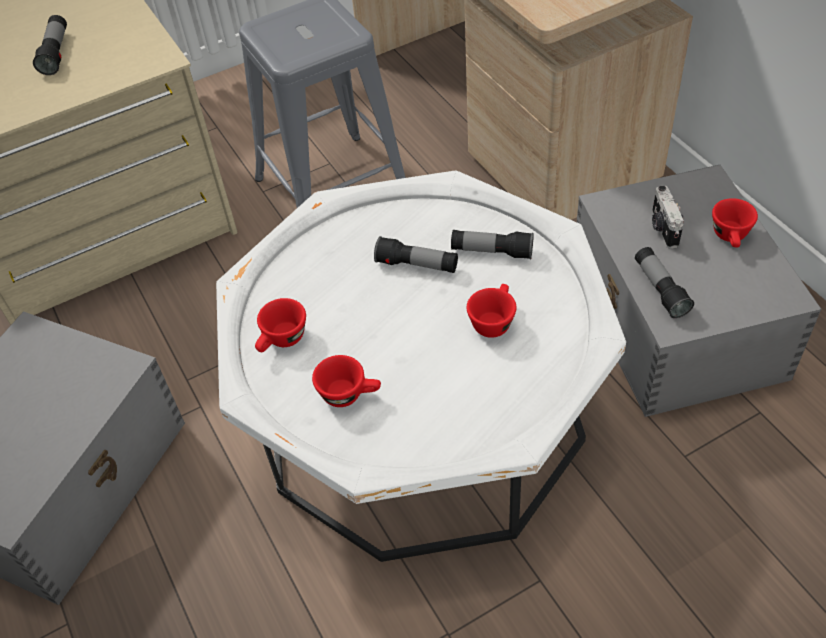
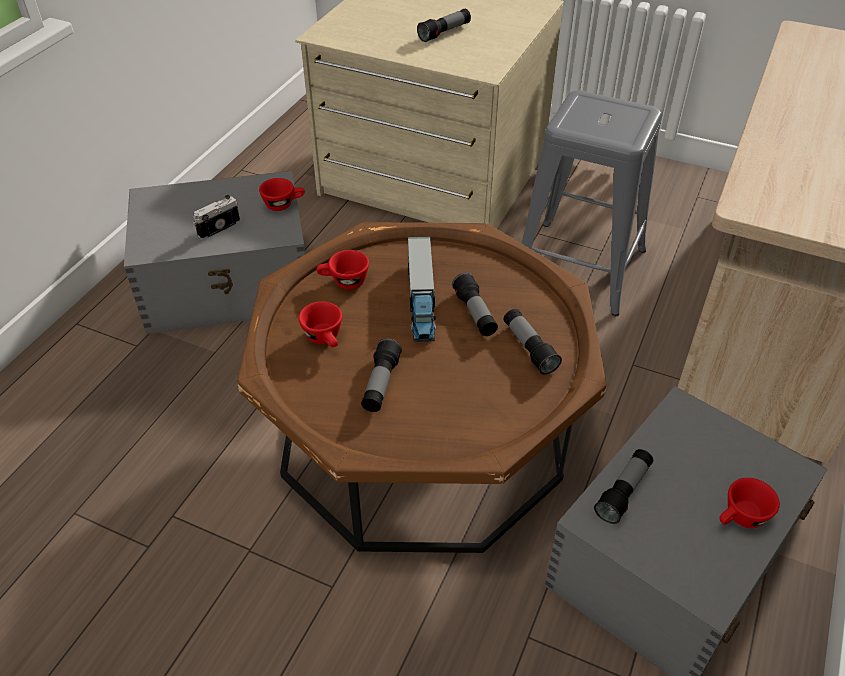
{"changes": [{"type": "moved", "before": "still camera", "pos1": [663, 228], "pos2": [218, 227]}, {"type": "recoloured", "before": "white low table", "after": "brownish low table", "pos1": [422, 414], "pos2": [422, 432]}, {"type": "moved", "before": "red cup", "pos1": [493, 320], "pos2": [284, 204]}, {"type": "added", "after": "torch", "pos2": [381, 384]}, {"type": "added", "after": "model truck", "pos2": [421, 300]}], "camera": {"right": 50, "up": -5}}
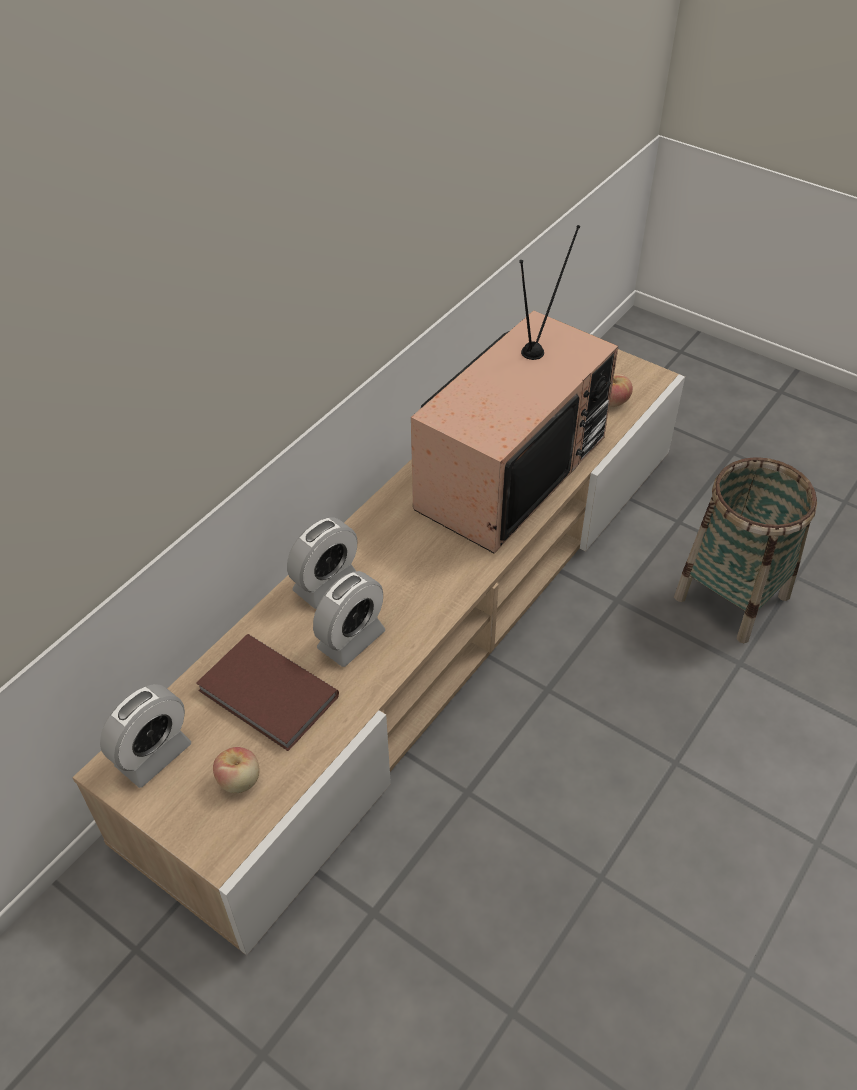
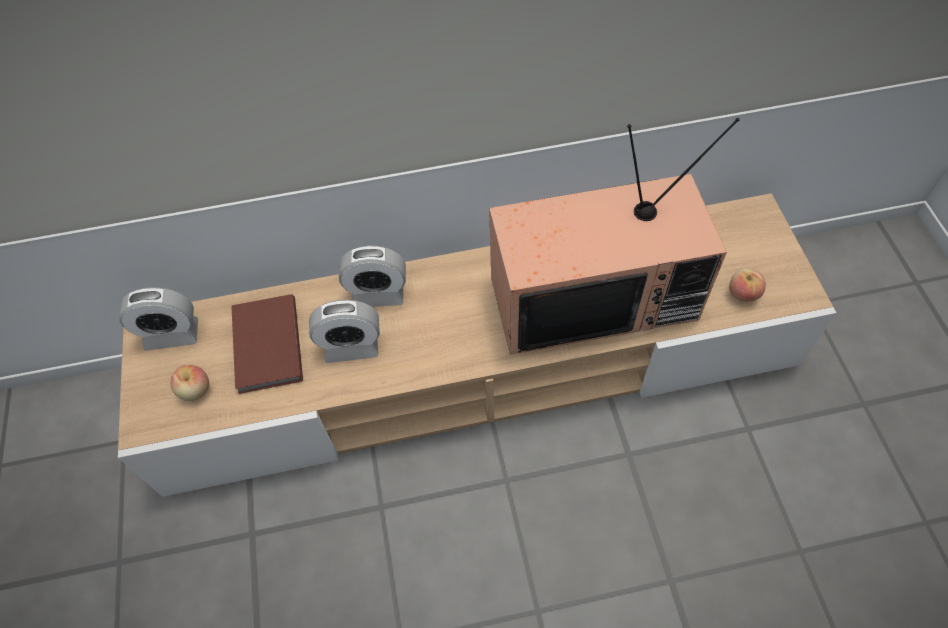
{"changes": [{"type": "removed", "before": "household basket", "pos1": [732, 597]}], "camera": {"right": 45, "up": 10}}
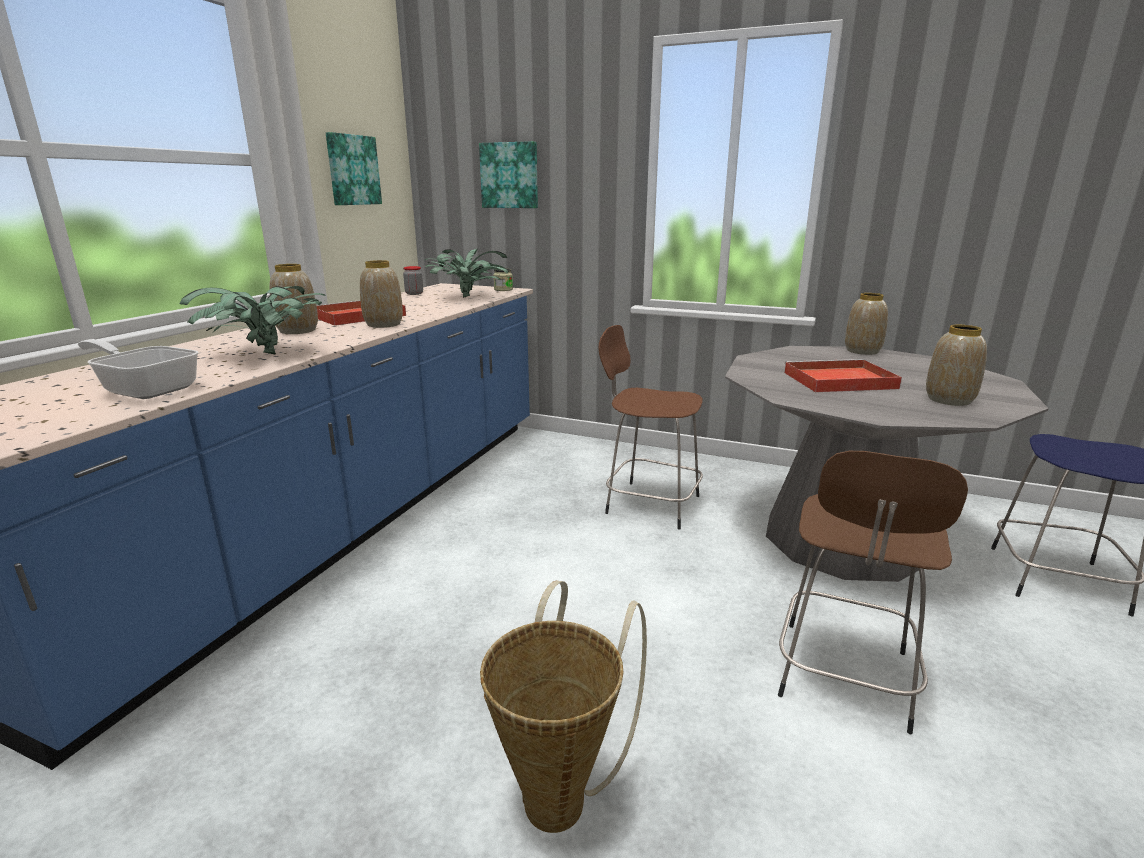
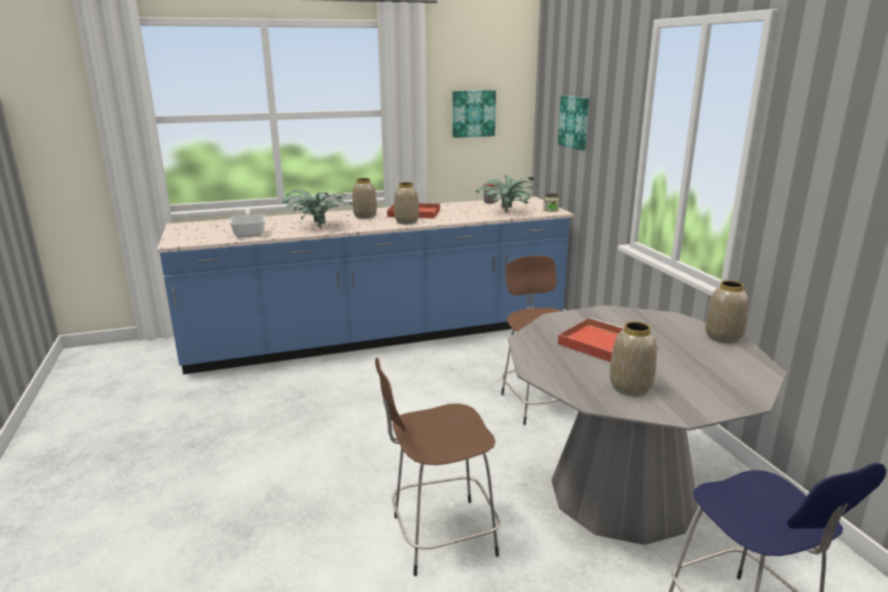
{"changes": [{"type": "removed", "before": "household basket", "pos1": [562, 794]}], "camera": {"right": 50, "up": 0}}
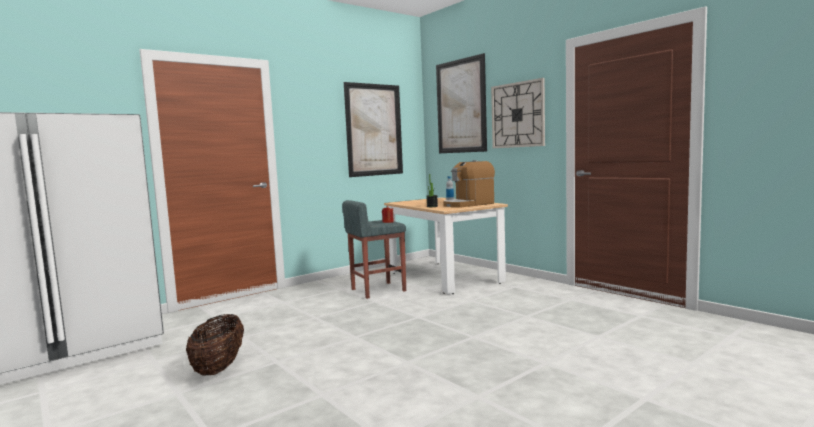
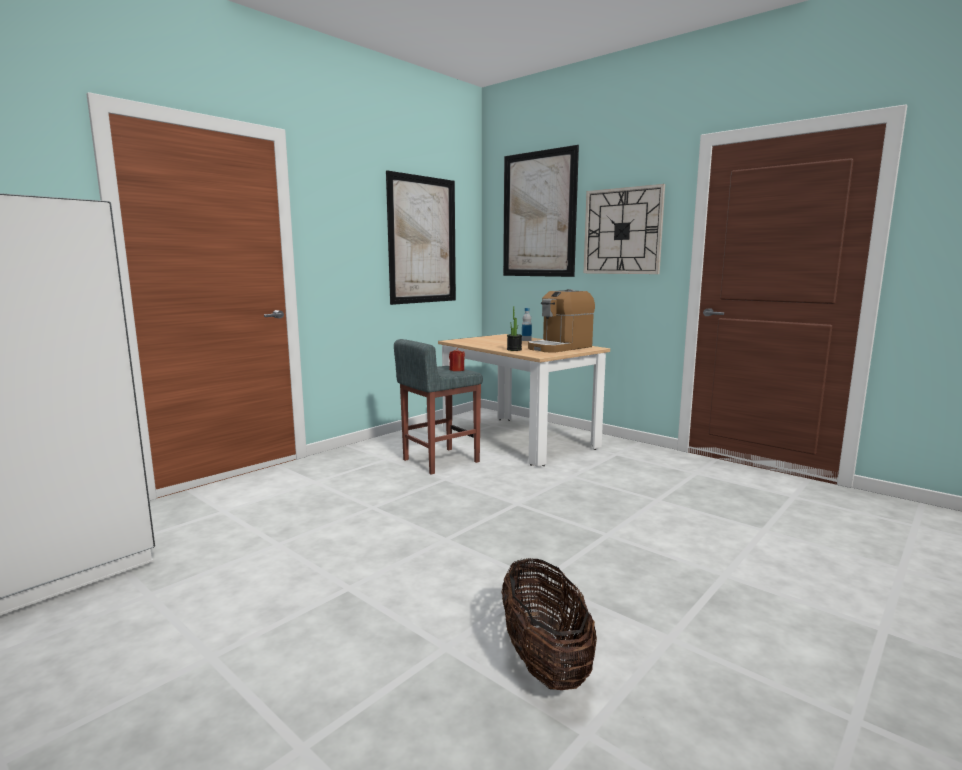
{"changes": [{"type": "moved", "before": "household basket", "pos1": [219, 368], "pos2": [544, 661]}], "camera": {"right": -10, "up": 5}}
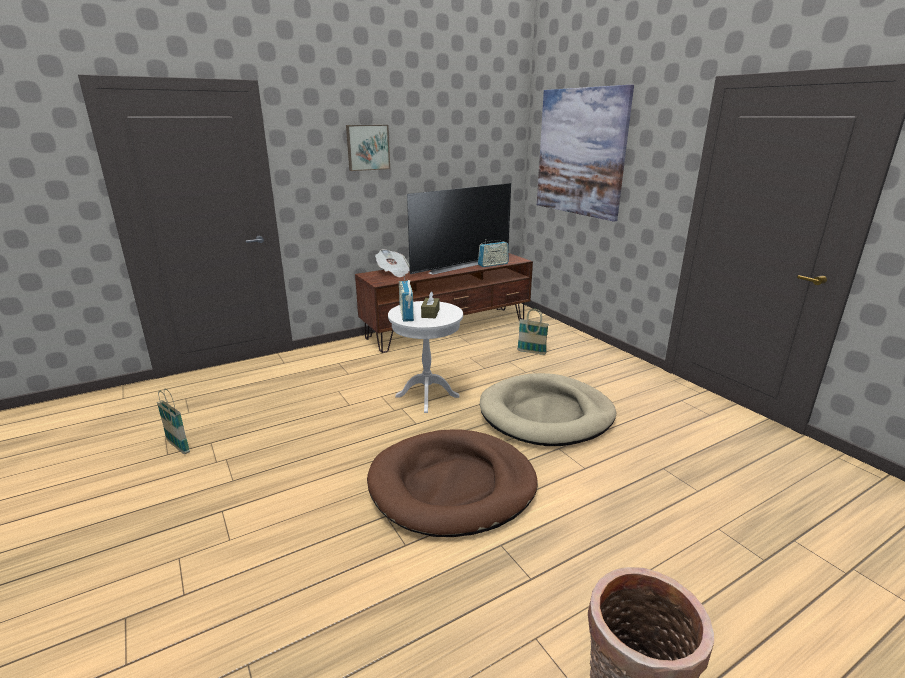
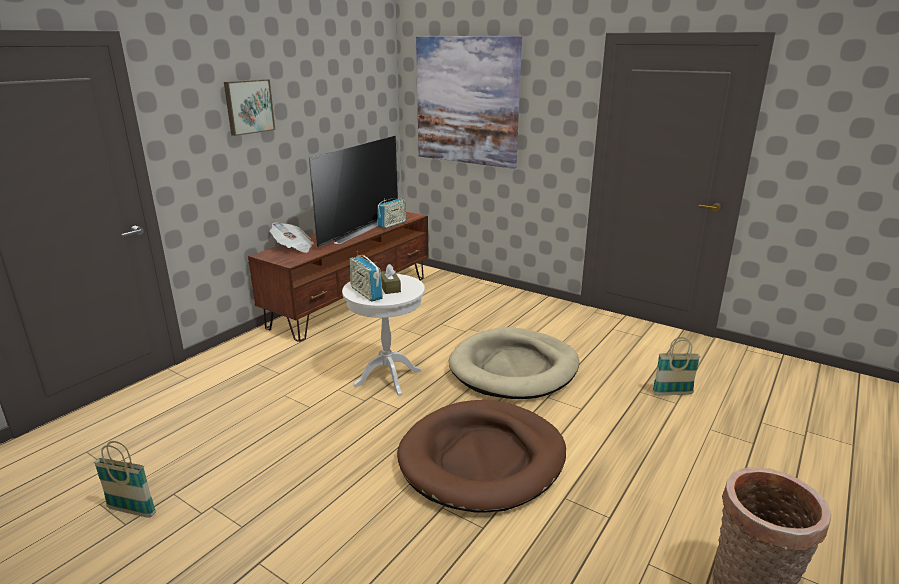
{"changes": [{"type": "moved", "before": "household basket", "pos1": [531, 352], "pos2": [672, 393]}], "camera": {"right": -25, "up": 0}}
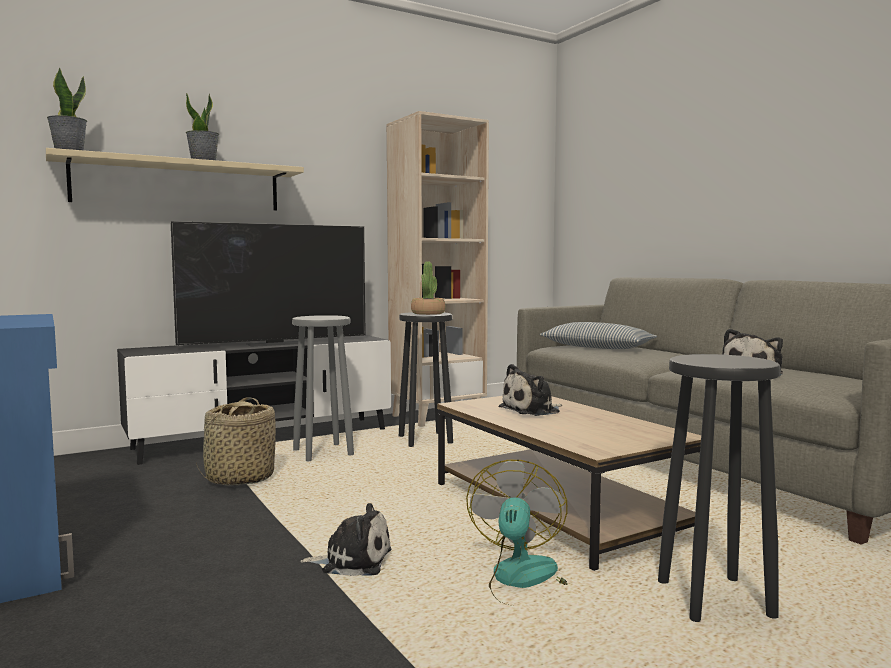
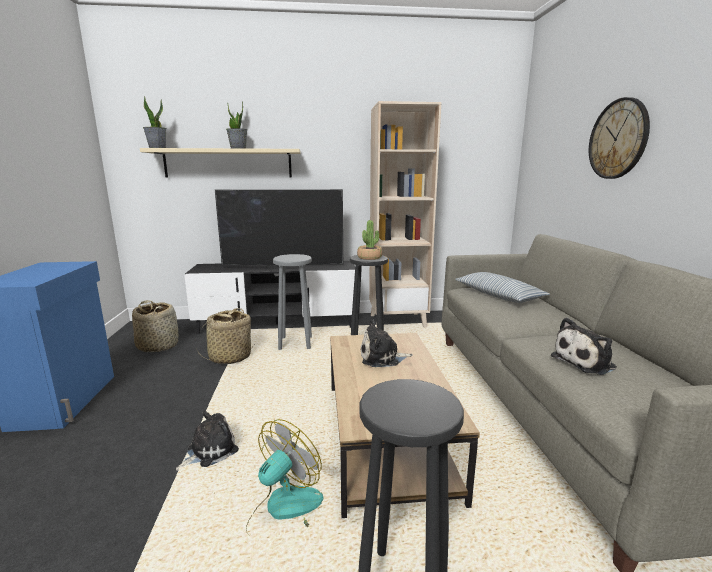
{"changes": [{"type": "added", "after": "household basket", "pos2": [158, 345]}, {"type": "turned", "before": "cuddly toy", "pos1": [352, 561], "pos2": [209, 451], "turn": -75}, {"type": "added", "after": "hanging clock", "pos2": [618, 139]}], "camera": {"right": 25, "up": 10}}
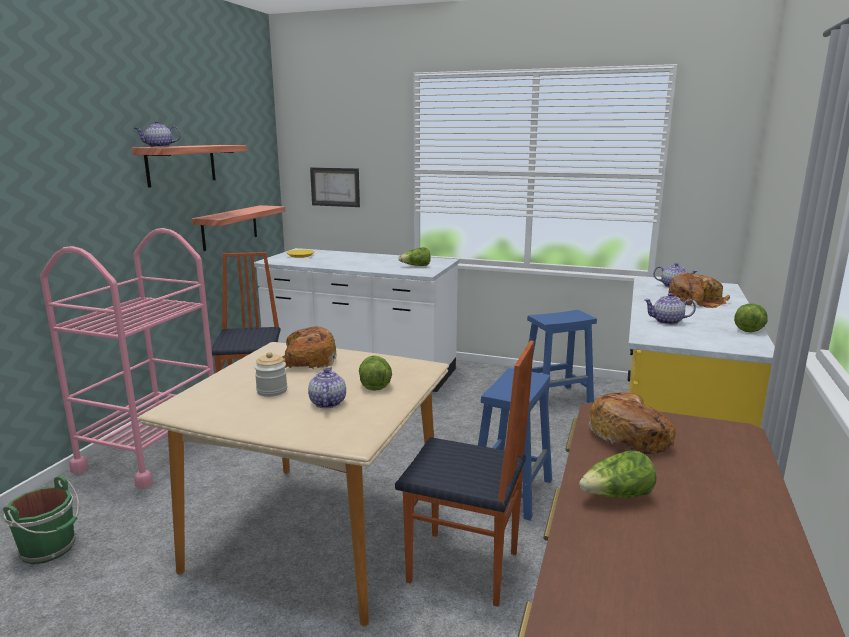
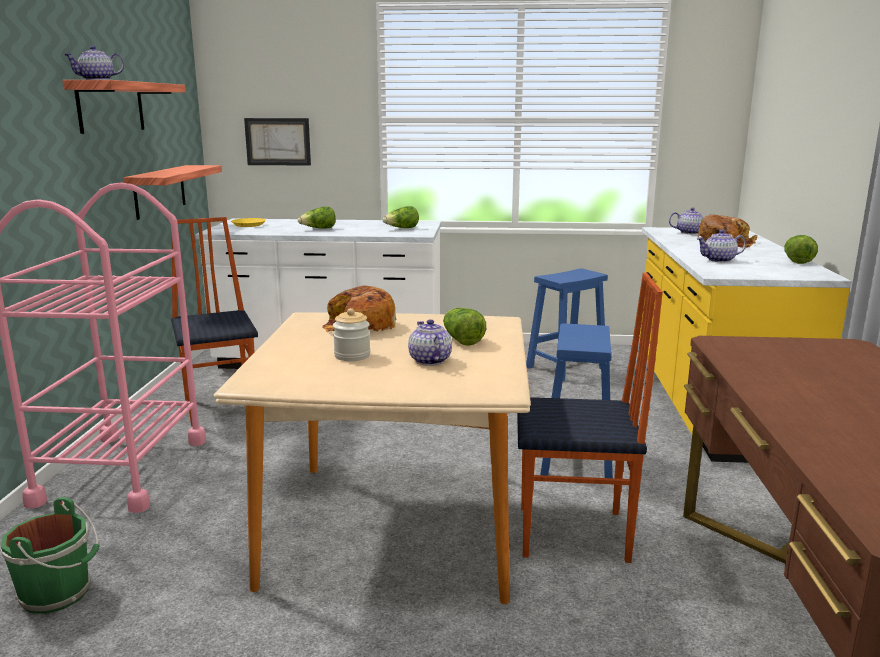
{"changes": [{"type": "moved", "before": "head of lettuce", "pos1": [617, 496], "pos2": [318, 229]}, {"type": "removed", "before": "bread", "pos1": [631, 435]}], "camera": {"right": -15, "up": 0}}
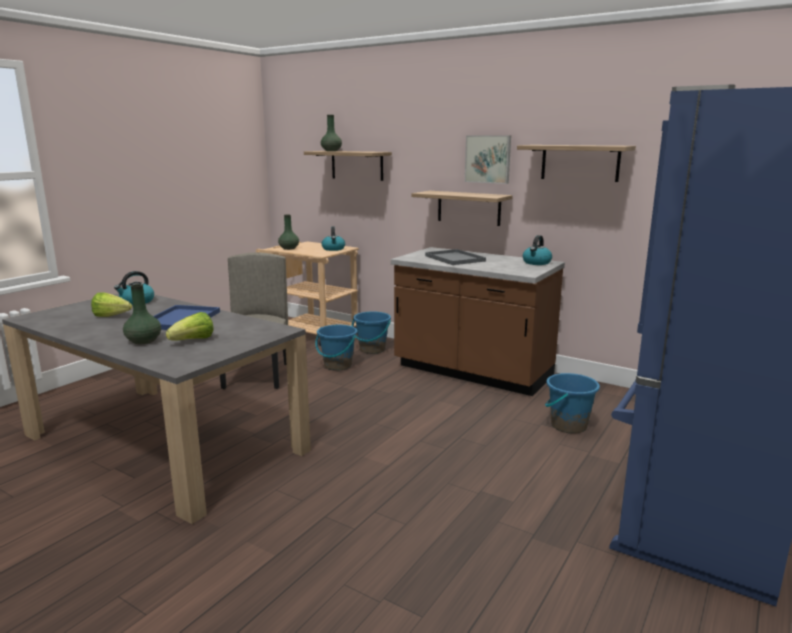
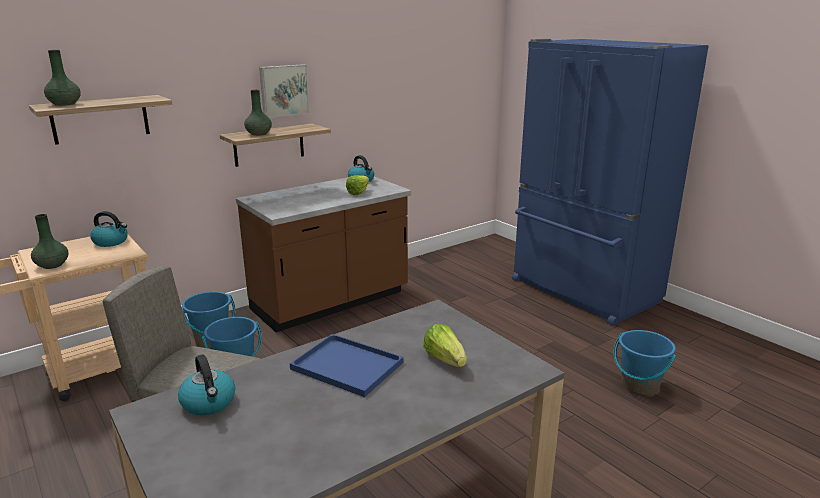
{"changes": [{"type": "moved", "before": "green flower vase", "pos1": [143, 341], "pos2": [259, 134]}, {"type": "moved", "before": "head of lettuce", "pos1": [114, 316], "pos2": [360, 192]}, {"type": "moved", "before": "blue-coloured pail", "pos1": [568, 425], "pos2": [639, 385]}, {"type": "removed", "before": "gray serving tray", "pos1": [456, 258]}, {"type": "removed", "before": "wall shelf", "pos1": [580, 162]}], "camera": {"right": -70, "up": 5}}
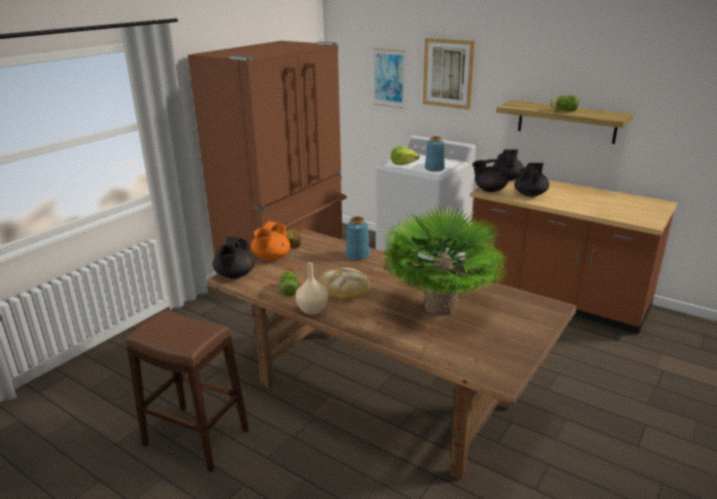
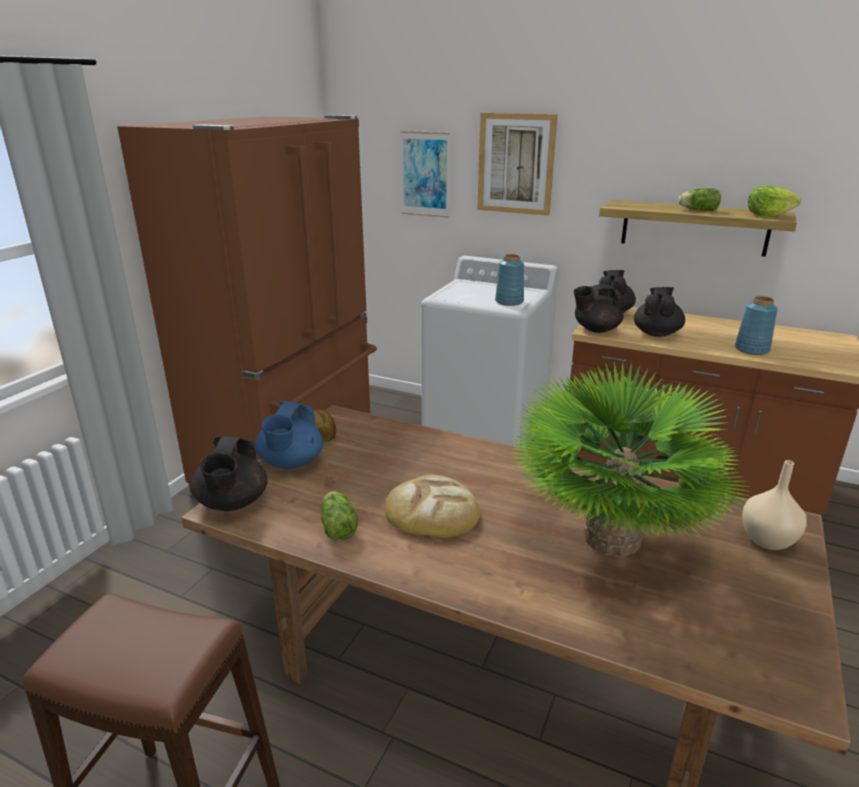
{"changes": [{"type": "recoloured", "before": "orange pot for tea", "after": "blue-coloured pot for tea", "pos1": [271, 258], "pos2": [290, 463]}, {"type": "moved", "before": "blue-coloured flower vase", "pos1": [358, 255], "pos2": [751, 349]}, {"type": "moved", "before": "beige flower vase", "pos1": [312, 310], "pos2": [768, 541]}, {"type": "moved", "before": "head of lettuce", "pos1": [403, 163], "pos2": [768, 215]}], "camera": {"right": -10, "up": 0}}
